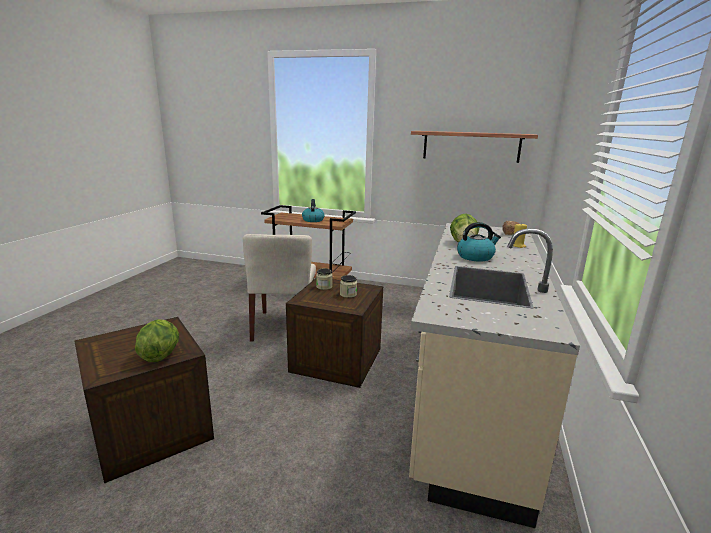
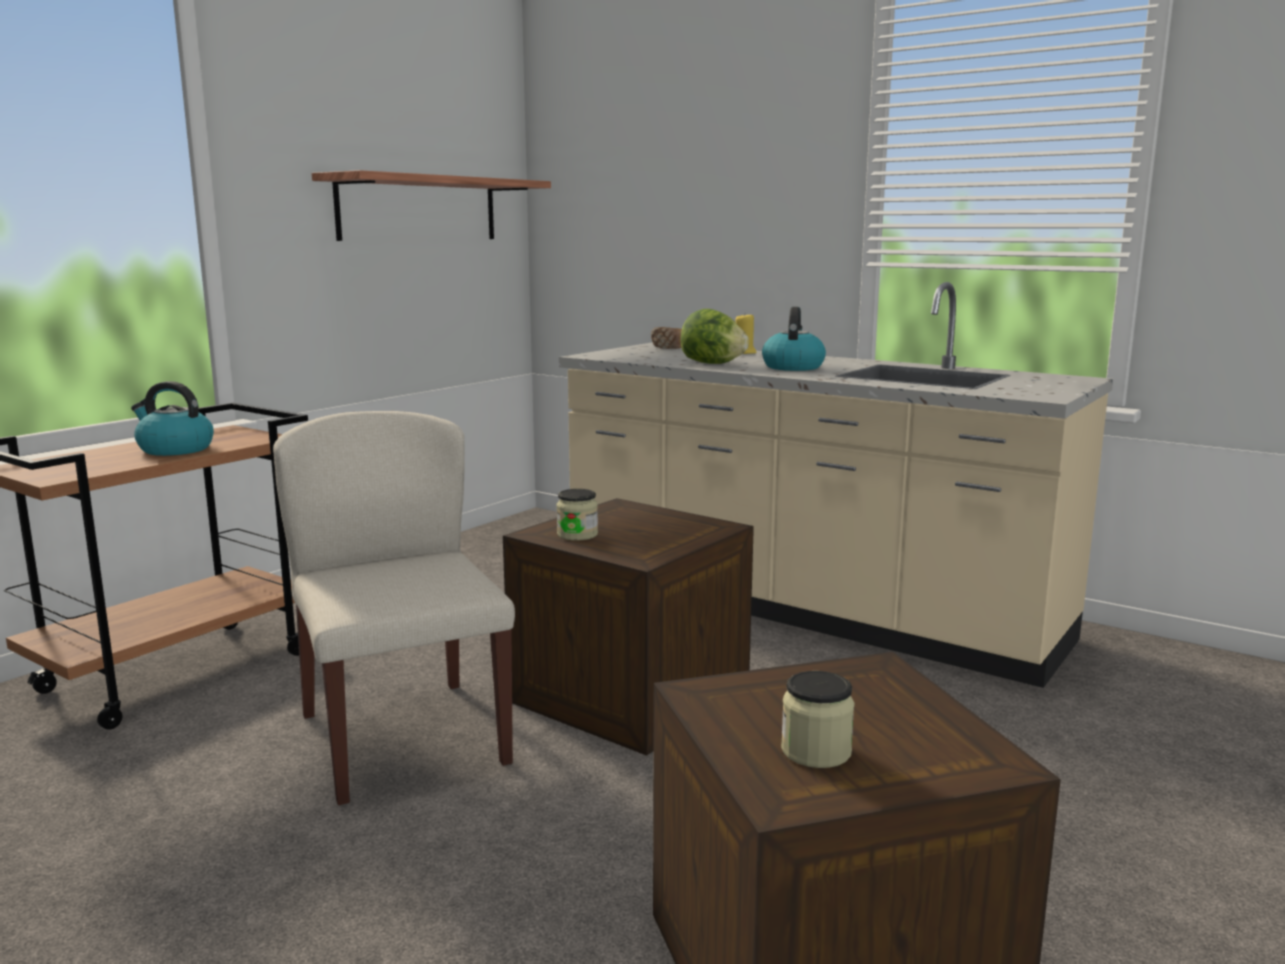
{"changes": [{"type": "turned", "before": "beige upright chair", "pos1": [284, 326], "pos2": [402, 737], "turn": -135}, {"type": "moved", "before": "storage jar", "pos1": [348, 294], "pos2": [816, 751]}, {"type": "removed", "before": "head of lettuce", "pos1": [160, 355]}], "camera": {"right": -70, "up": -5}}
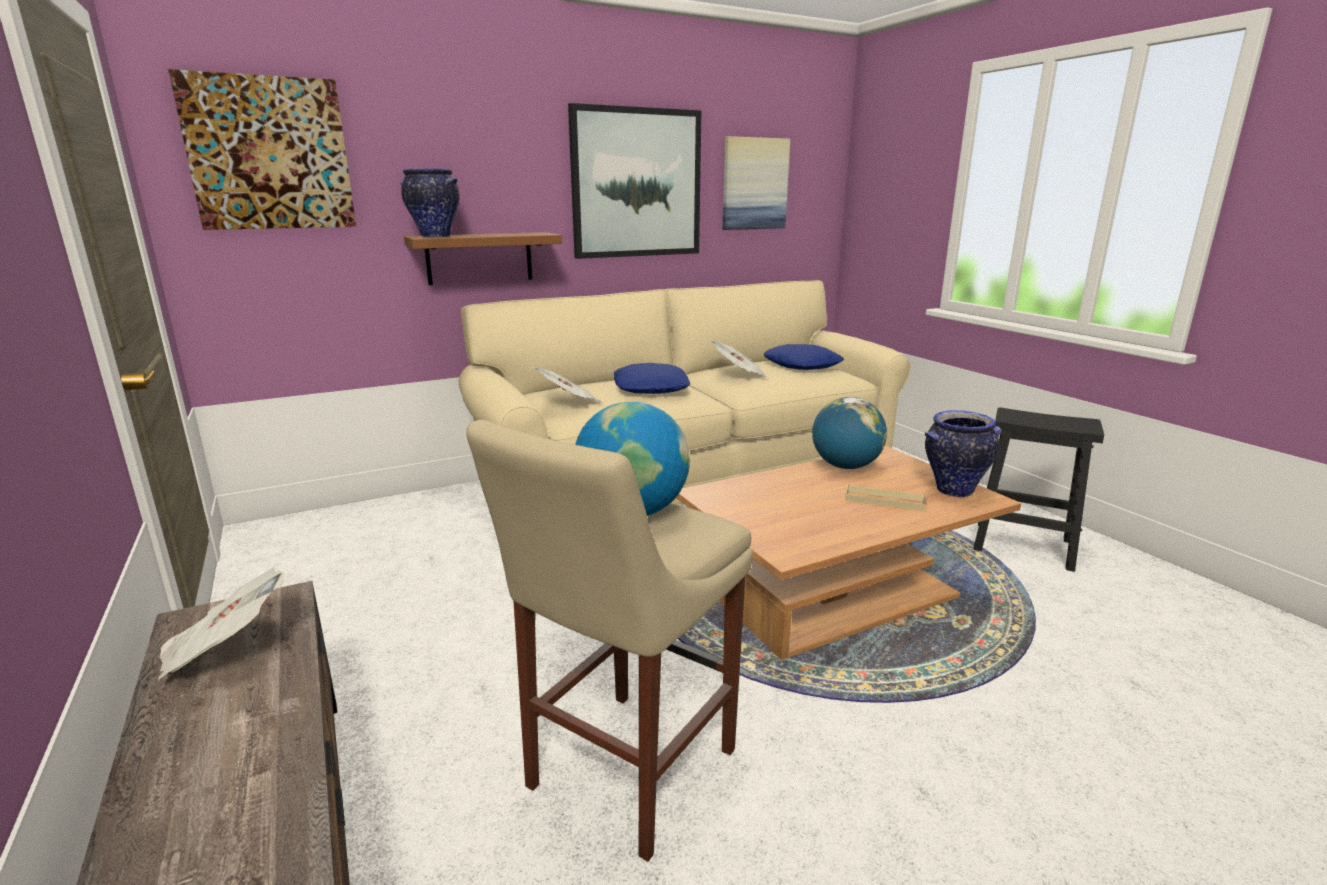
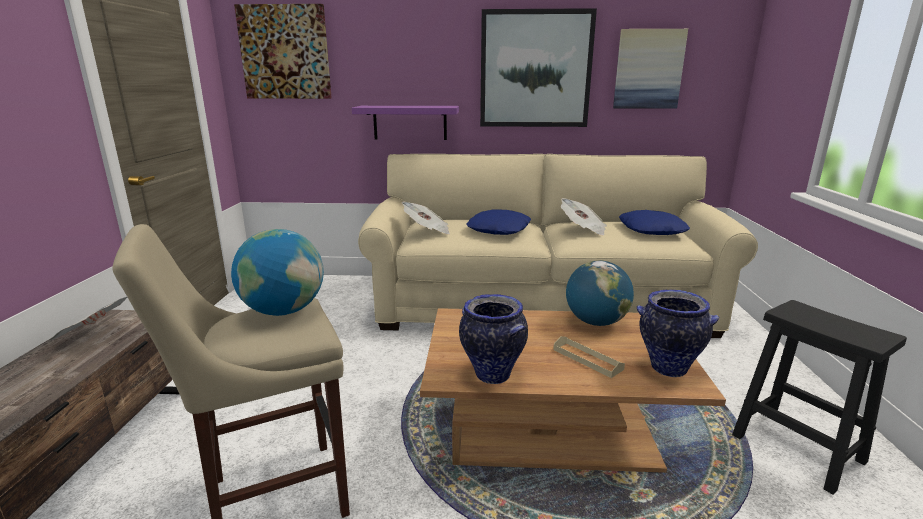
{"changes": [{"type": "recoloured", "before": "brownish wall shelf", "after": "purplish wall shelf", "pos1": [479, 258], "pos2": [410, 122]}, {"type": "moved", "before": "flower vase", "pos1": [434, 236], "pos2": [491, 375]}], "camera": {"right": 30, "up": 0}}
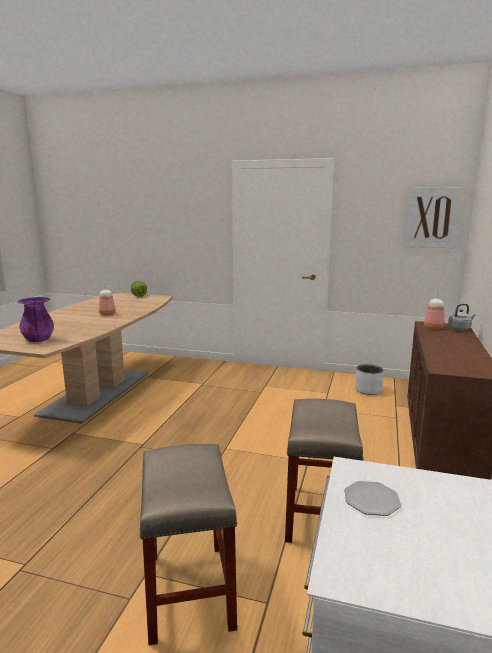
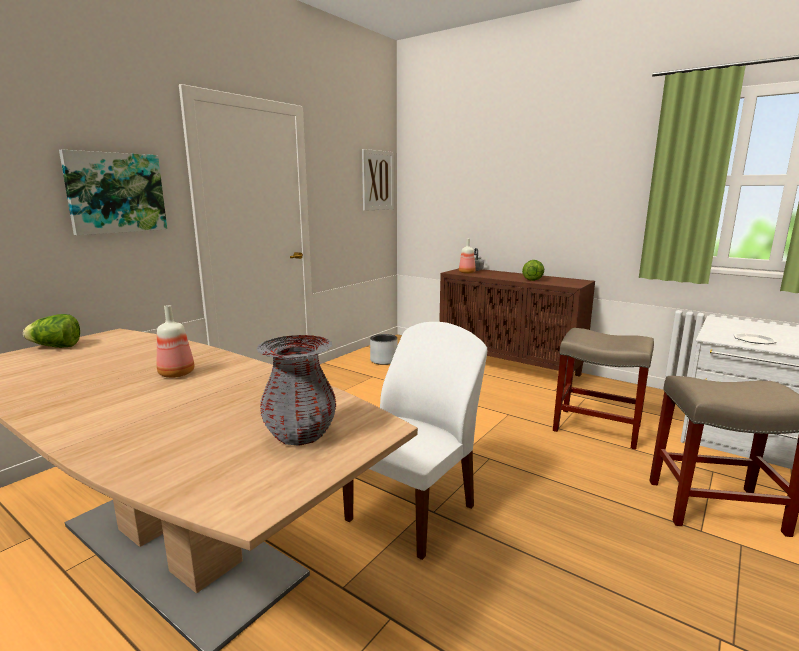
{"changes": [{"type": "added", "after": "wall art", "pos2": [116, 193]}, {"type": "recoloured", "before": "purplish flower vase", "after": "gray flower vase", "pos1": [38, 339], "pos2": [300, 435]}, {"type": "added", "after": "white upright chair", "pos2": [413, 511]}, {"type": "added", "after": "head of lettuce", "pos2": [533, 279]}], "camera": {"right": -70, "up": 0}}
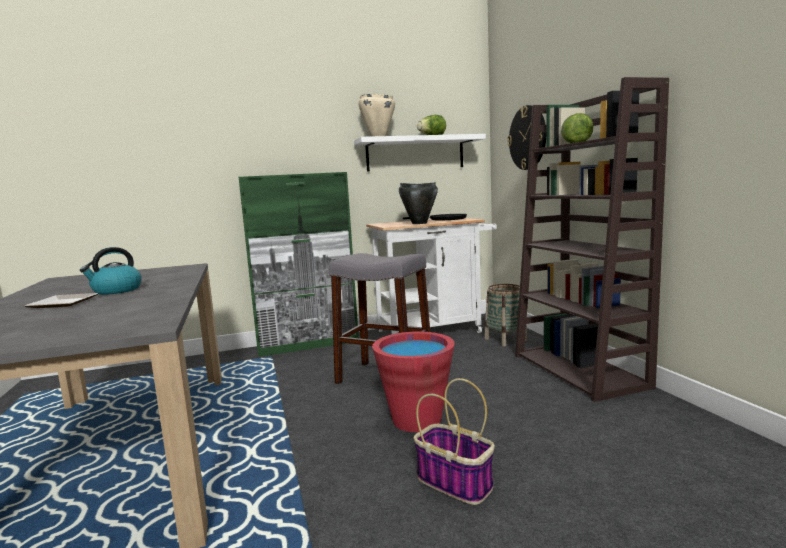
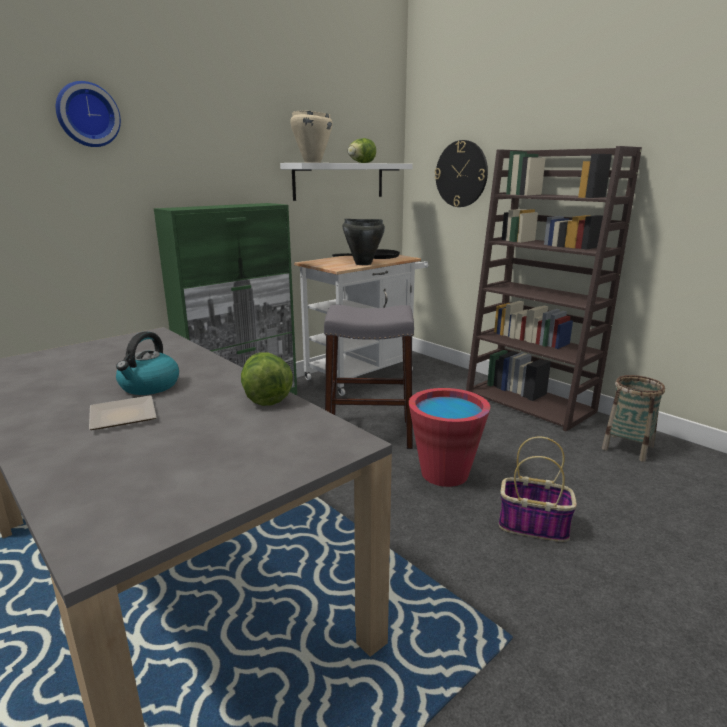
{"changes": [{"type": "added", "after": "hanging clock", "pos2": [87, 115]}, {"type": "moved", "before": "head of lettuce", "pos1": [574, 144], "pos2": [265, 397]}, {"type": "moved", "before": "household basket", "pos1": [505, 340], "pos2": [627, 448]}], "camera": {"right": -25, "up": 10}}
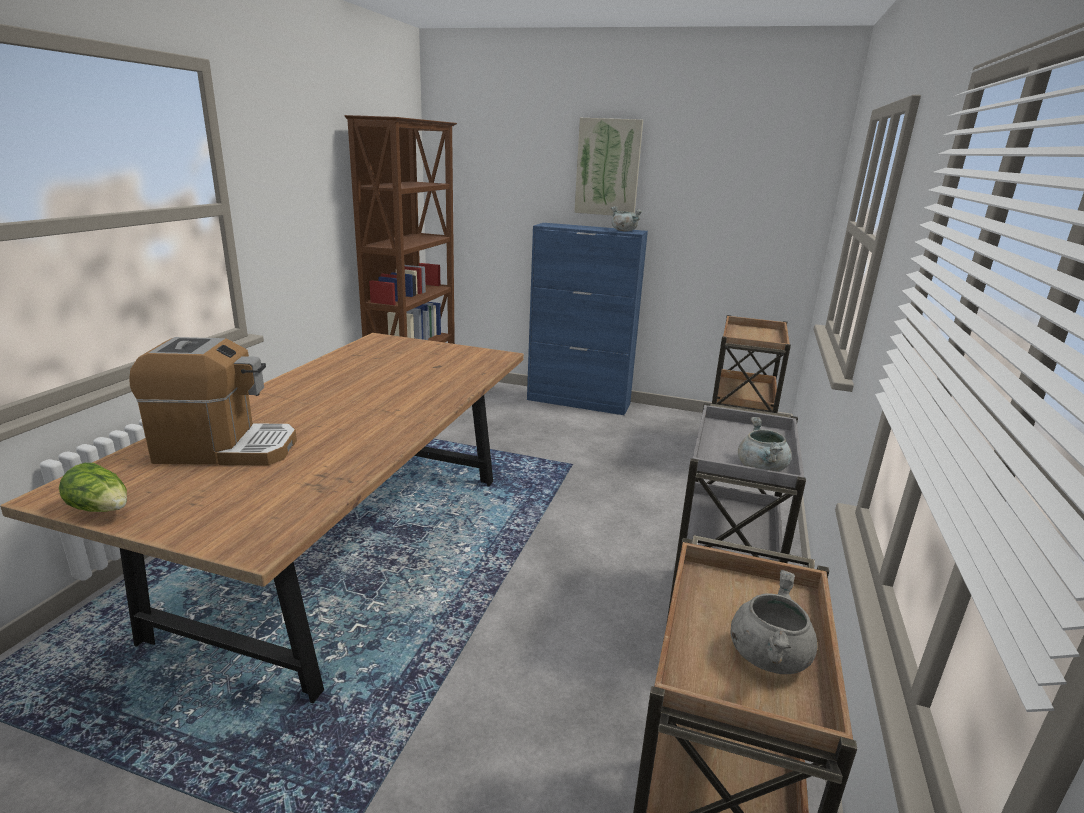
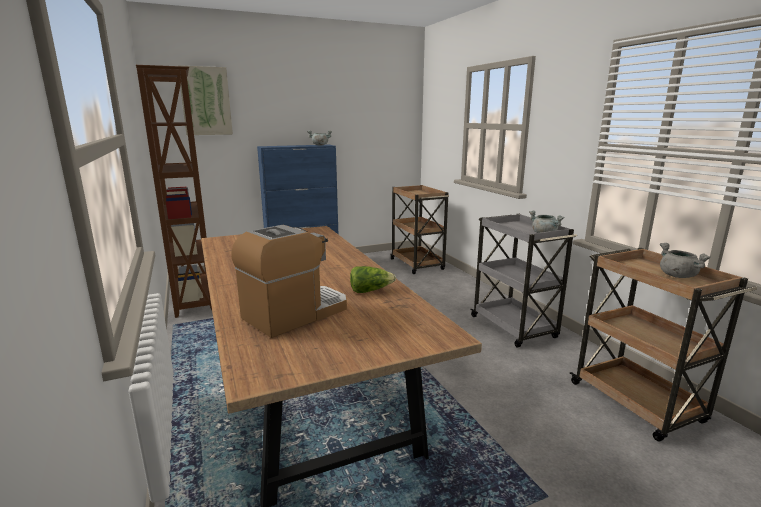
{"changes": [{"type": "moved", "before": "wall art", "pos1": [608, 167], "pos2": [206, 101]}, {"type": "moved", "before": "head of lettuce", "pos1": [102, 509], "pos2": [370, 290]}], "camera": {"right": -40, "up": -5}}
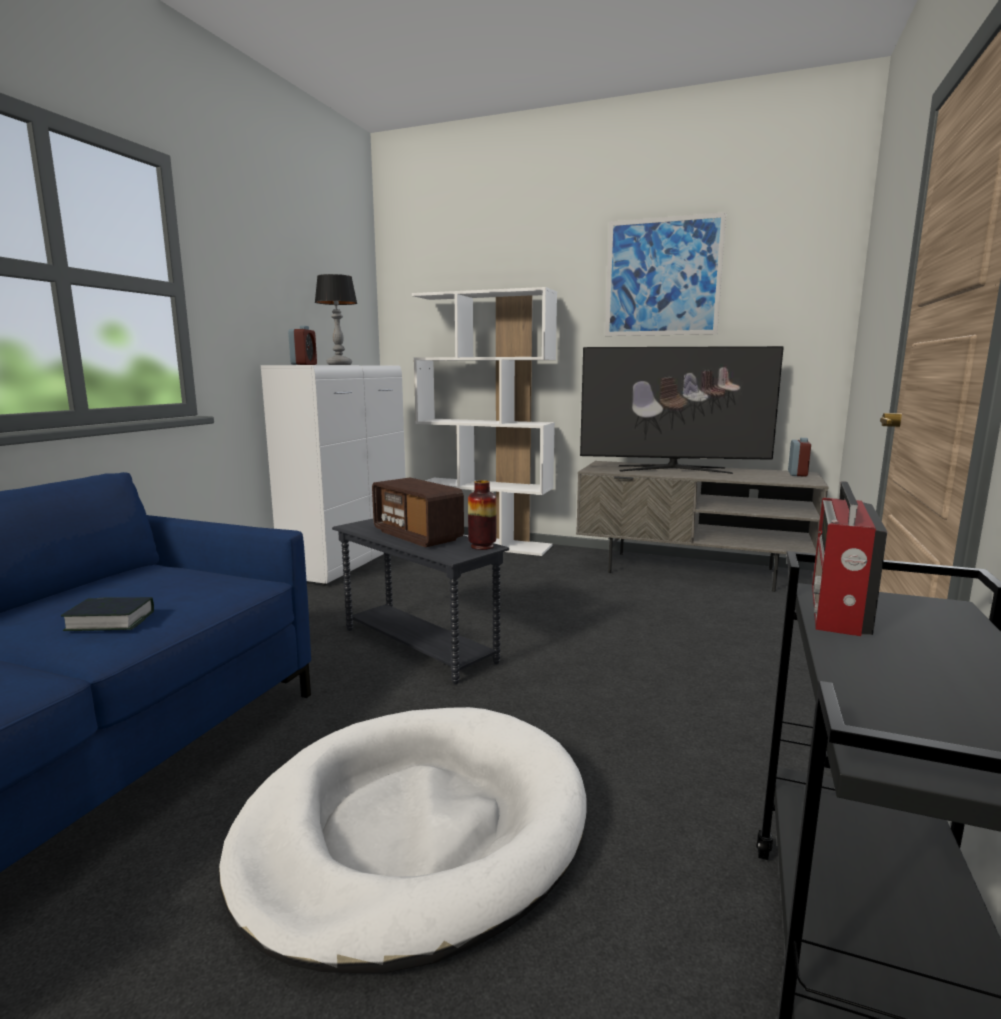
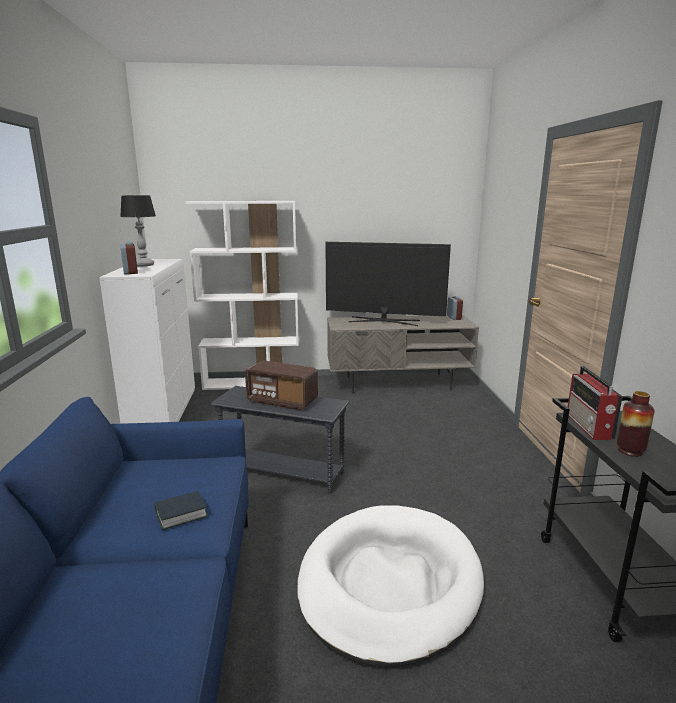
{"changes": [{"type": "turned", "before": "television", "pos1": [672, 469], "pos2": [384, 321], "turn": -150}, {"type": "moved", "before": "flower vase", "pos1": [482, 546], "pos2": [630, 451]}, {"type": "removed", "before": "wall art", "pos1": [662, 277]}], "camera": {"right": -25, "up": 5}}
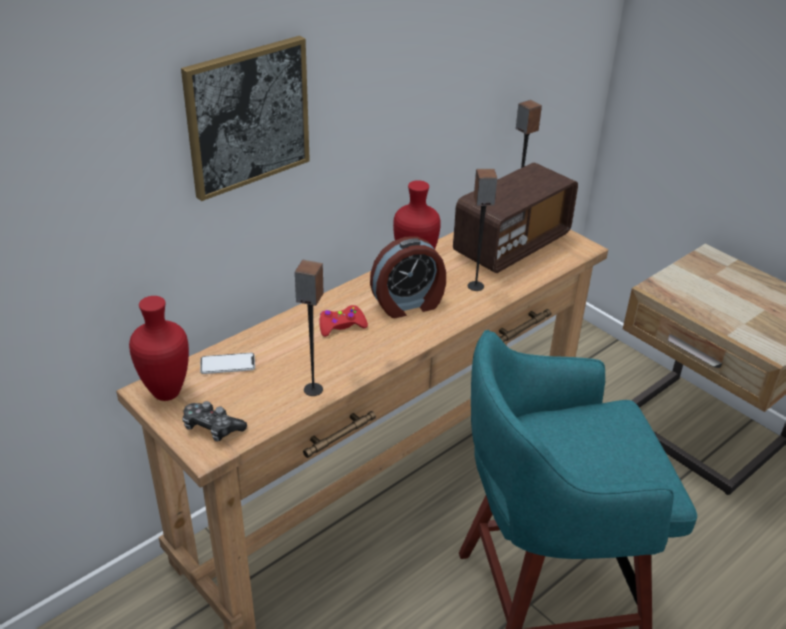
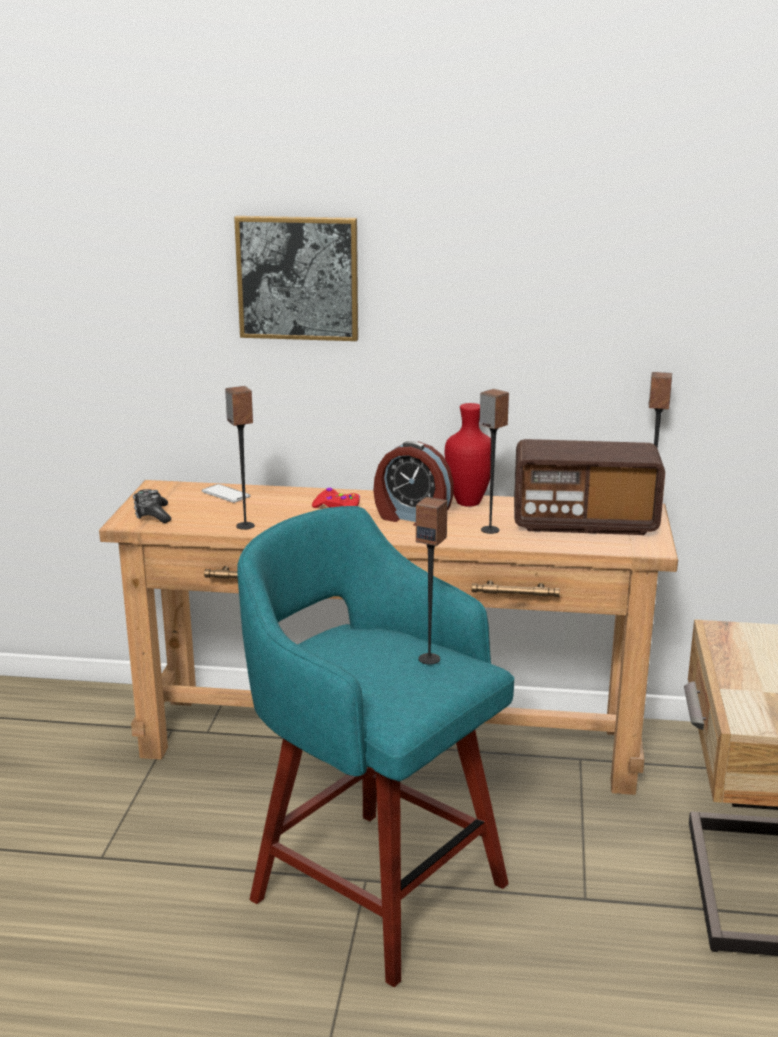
{"changes": [{"type": "added", "after": "audio speaker", "pos2": [429, 659]}, {"type": "removed", "before": "red flower vase", "pos1": [164, 393]}], "camera": {"right": 50, "up": -15}}
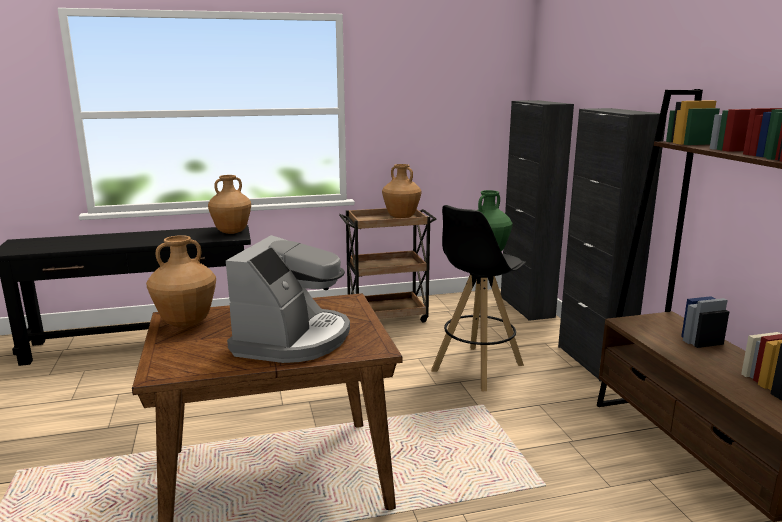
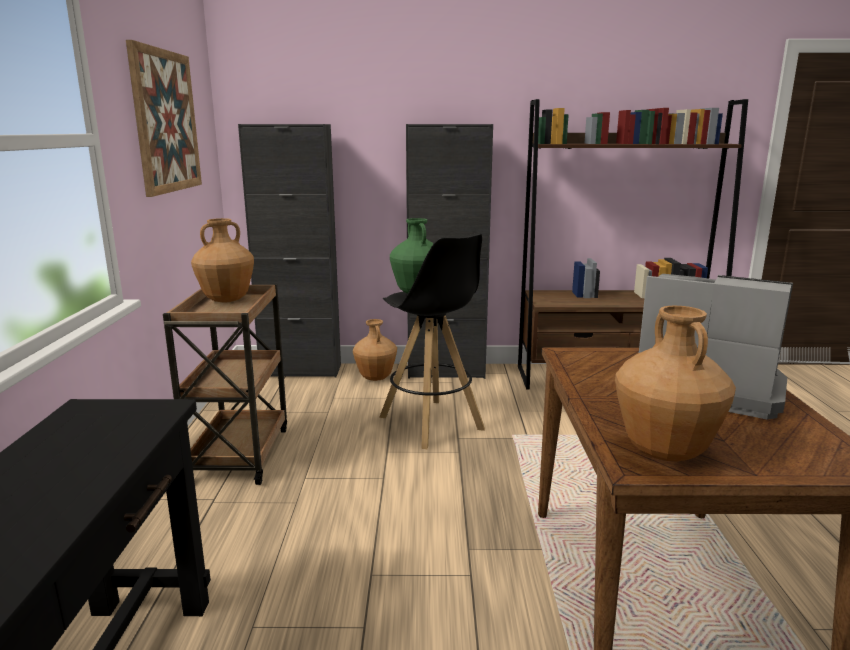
{"changes": [{"type": "added", "after": "wall art", "pos2": [166, 121]}, {"type": "moved", "before": "brownish flower vase", "pos1": [231, 232], "pos2": [375, 378]}], "camera": {"right": -75, "up": 0}}
